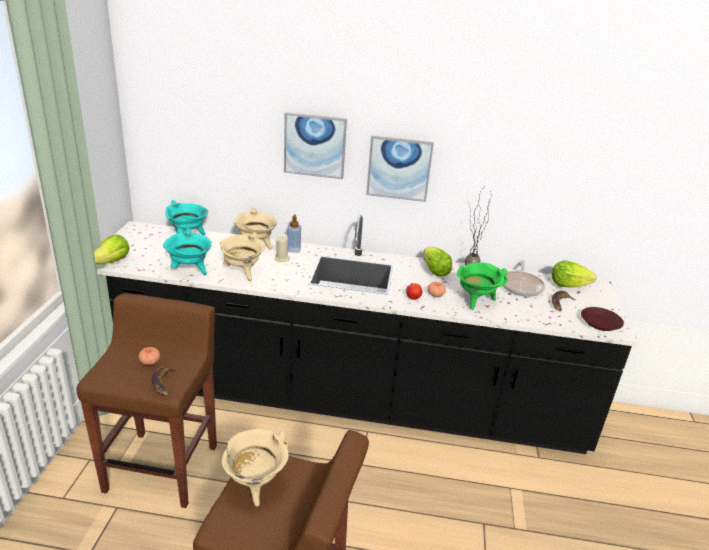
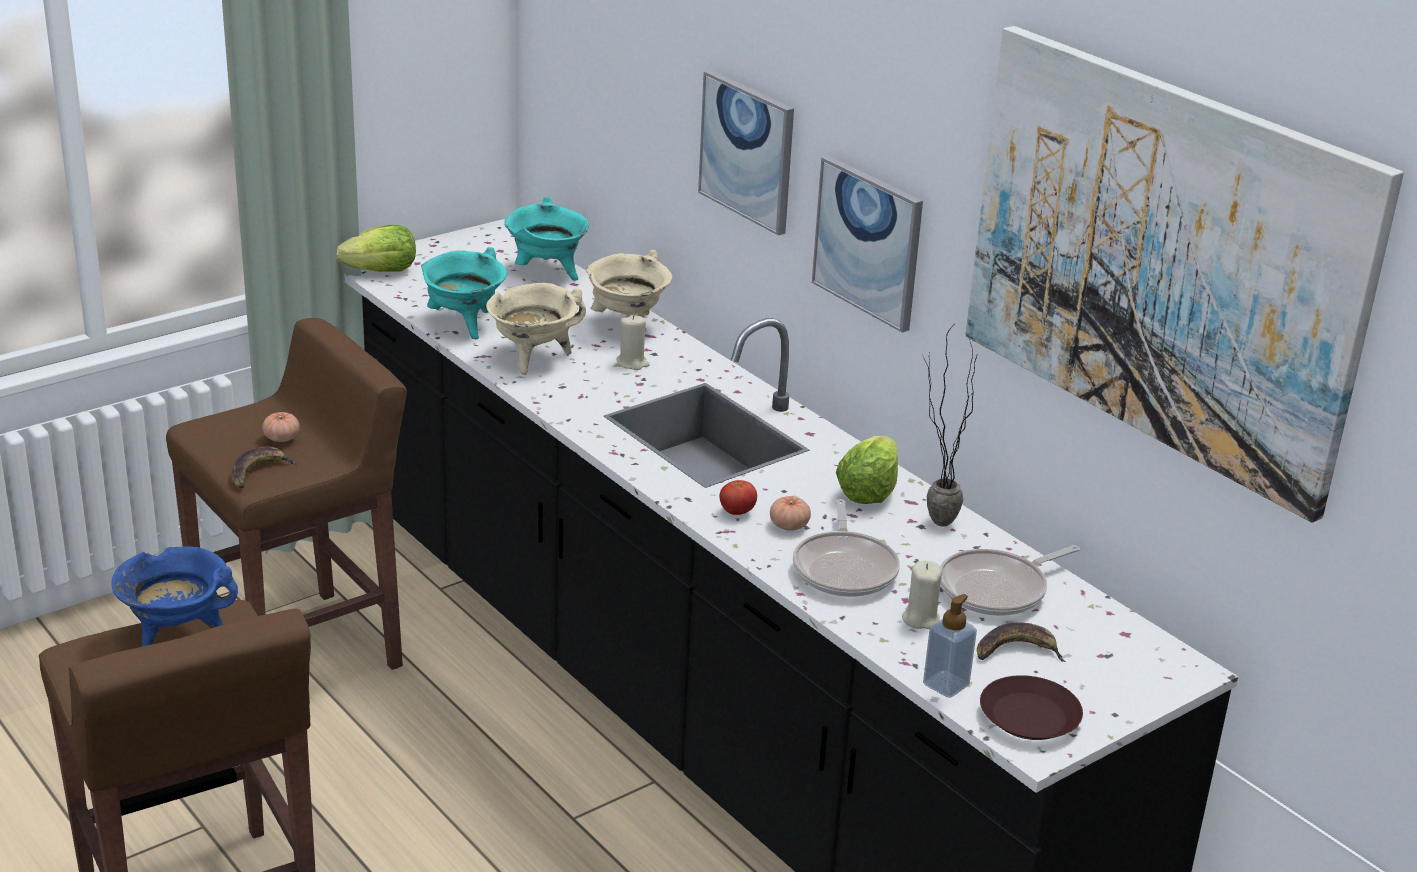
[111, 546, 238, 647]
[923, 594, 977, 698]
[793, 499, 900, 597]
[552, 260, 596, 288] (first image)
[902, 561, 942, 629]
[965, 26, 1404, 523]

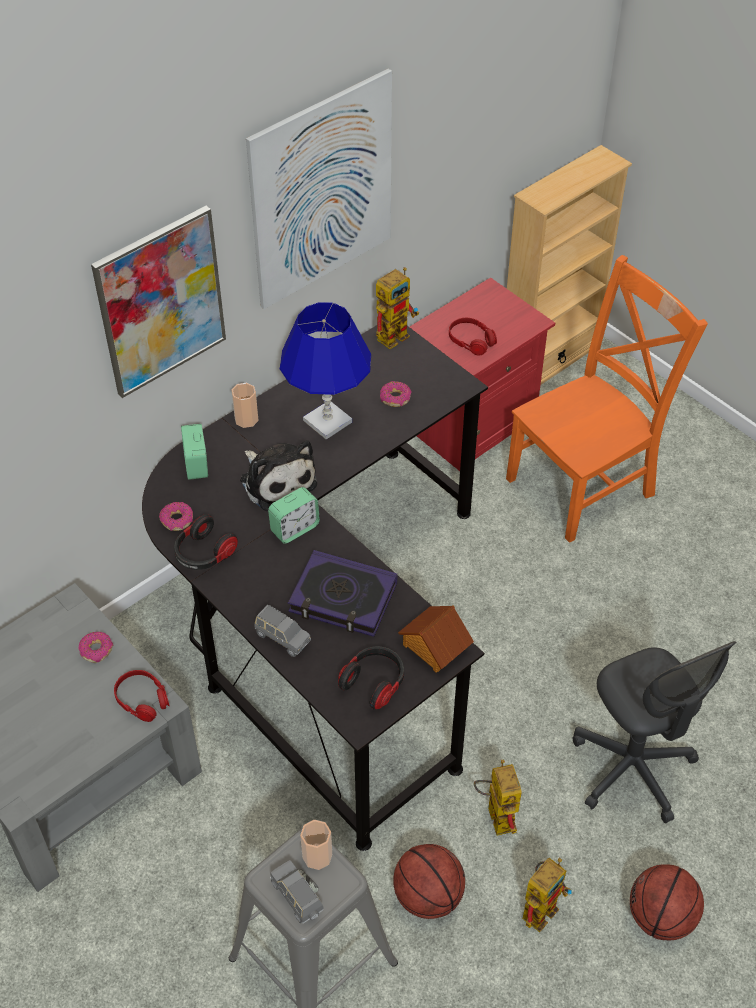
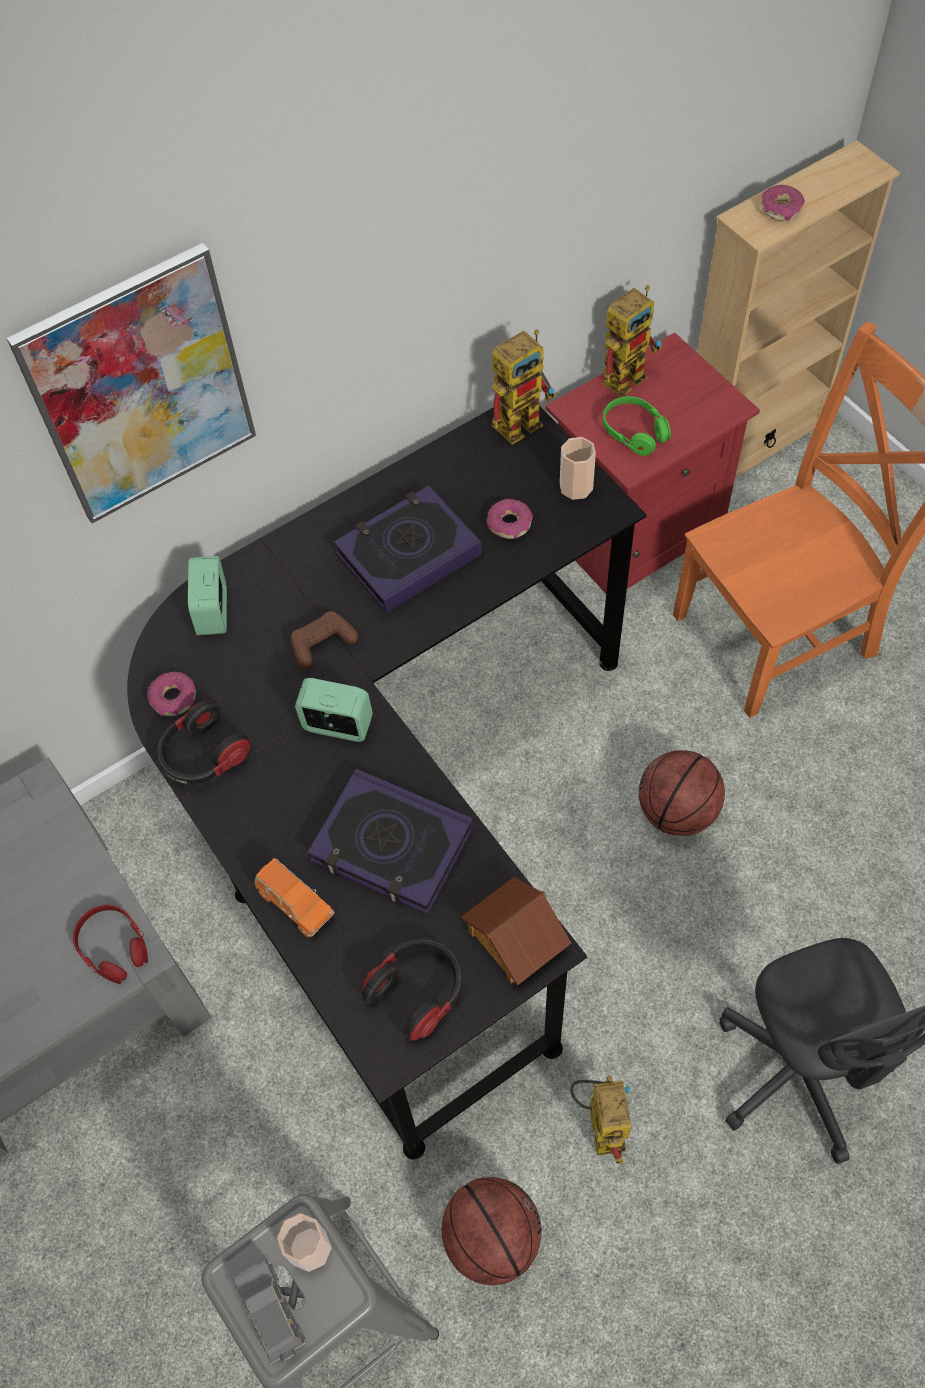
[761, 185, 805, 222]
[560, 437, 596, 500]
[291, 611, 358, 670]
[246, 69, 392, 309] (first image)
[254, 858, 335, 938]
[295, 678, 373, 742]
[333, 486, 482, 613]
[603, 396, 671, 456]
[603, 286, 662, 397]
[639, 750, 725, 836]

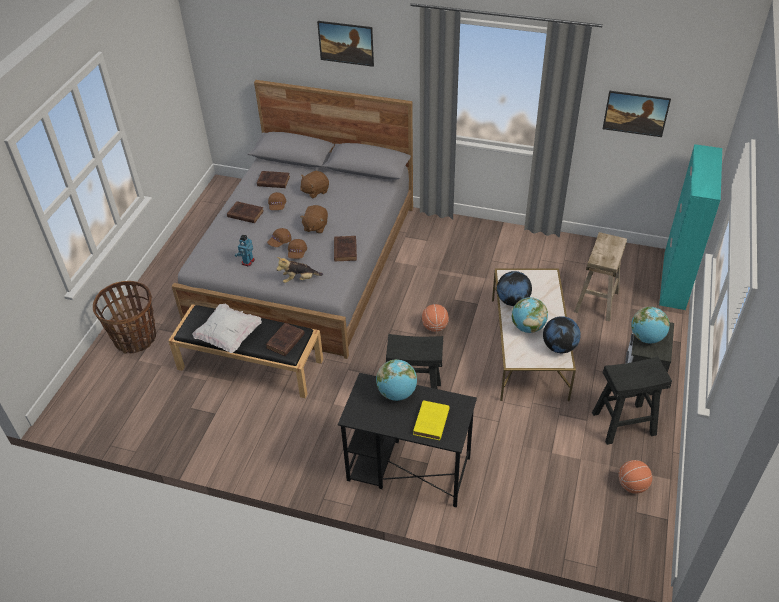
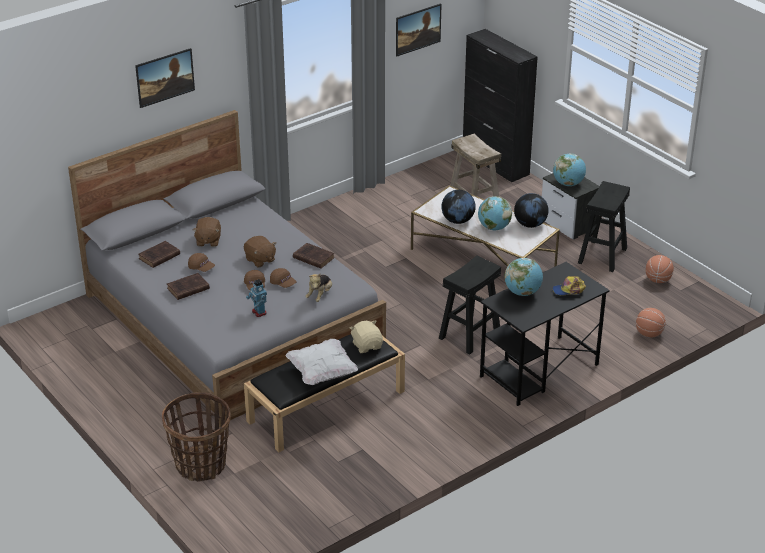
[350, 320, 383, 353]
[552, 276, 586, 295]
[636, 308, 666, 337]
[463, 29, 538, 182]

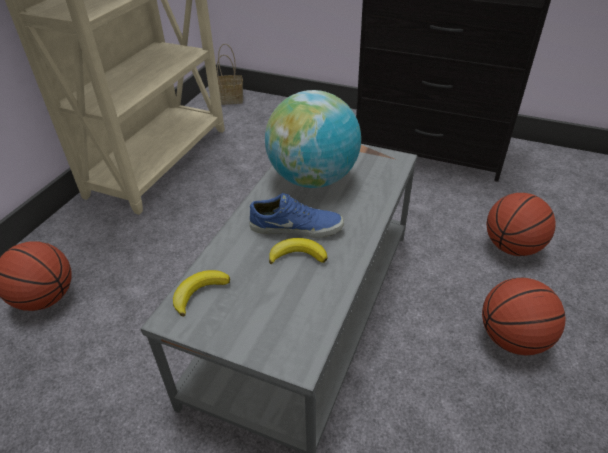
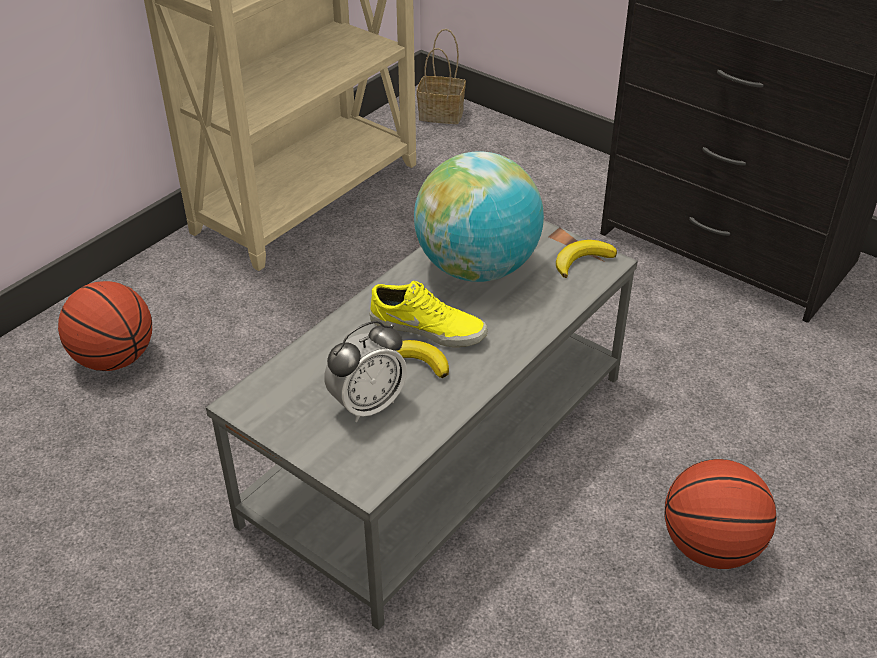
[556, 240, 617, 278]
[370, 281, 487, 347]
[486, 193, 556, 256] (first image)
[324, 321, 407, 422]

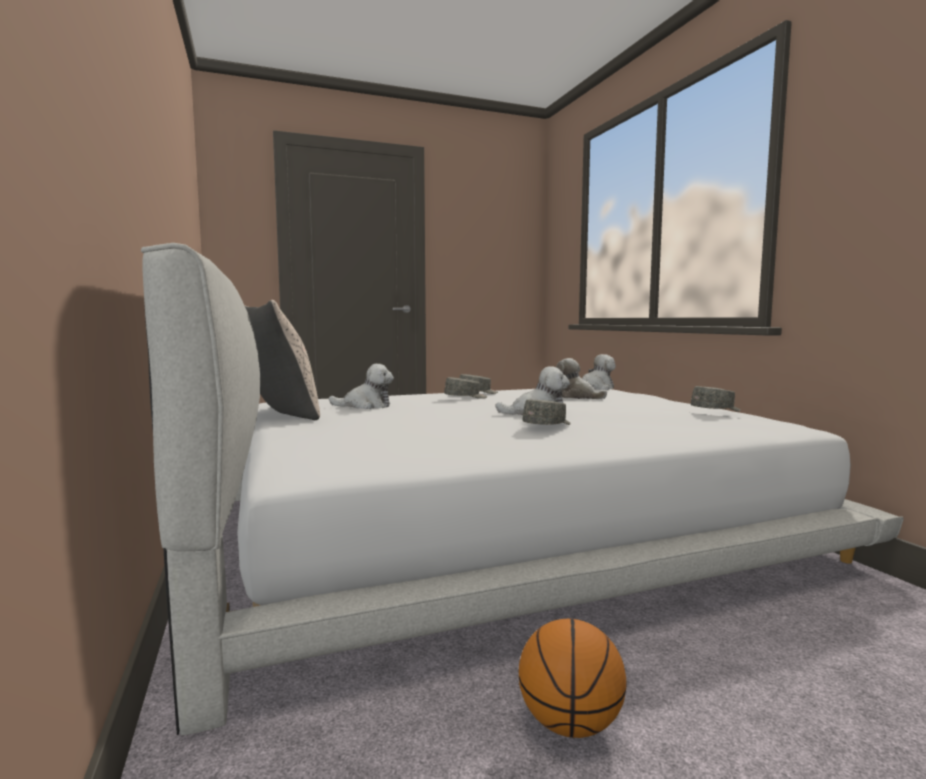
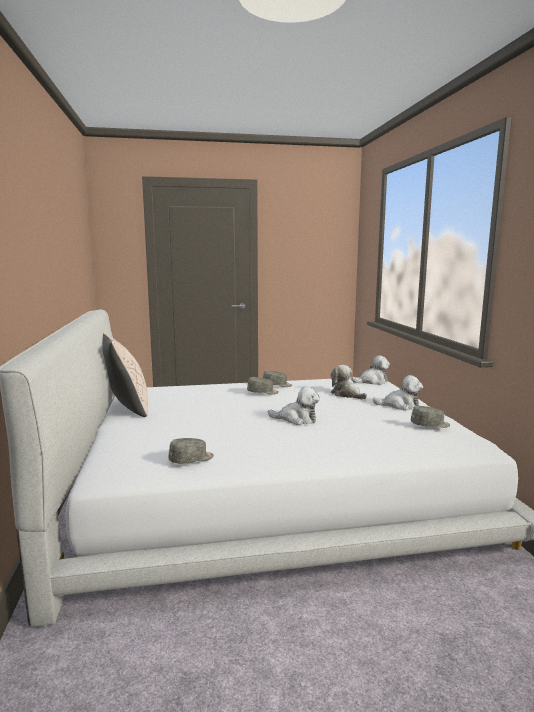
[373, 375, 423, 411]
[519, 619, 627, 738] (first image)
[169, 438, 214, 464]

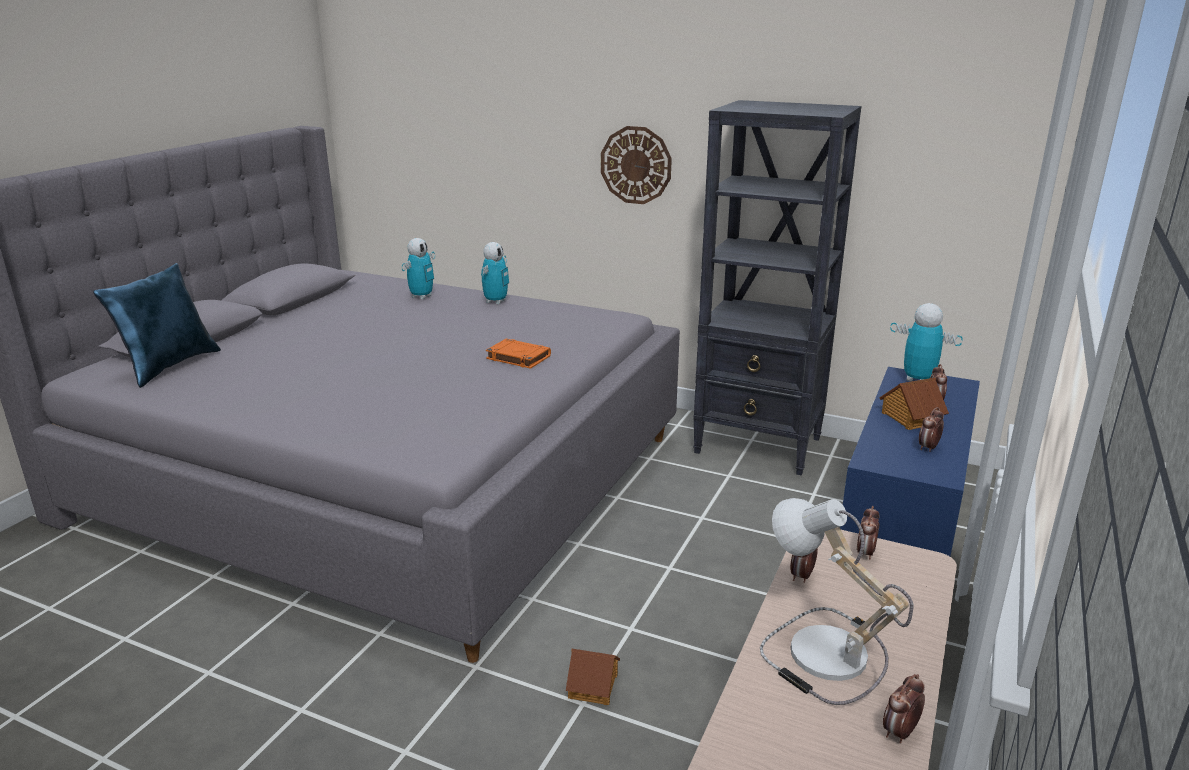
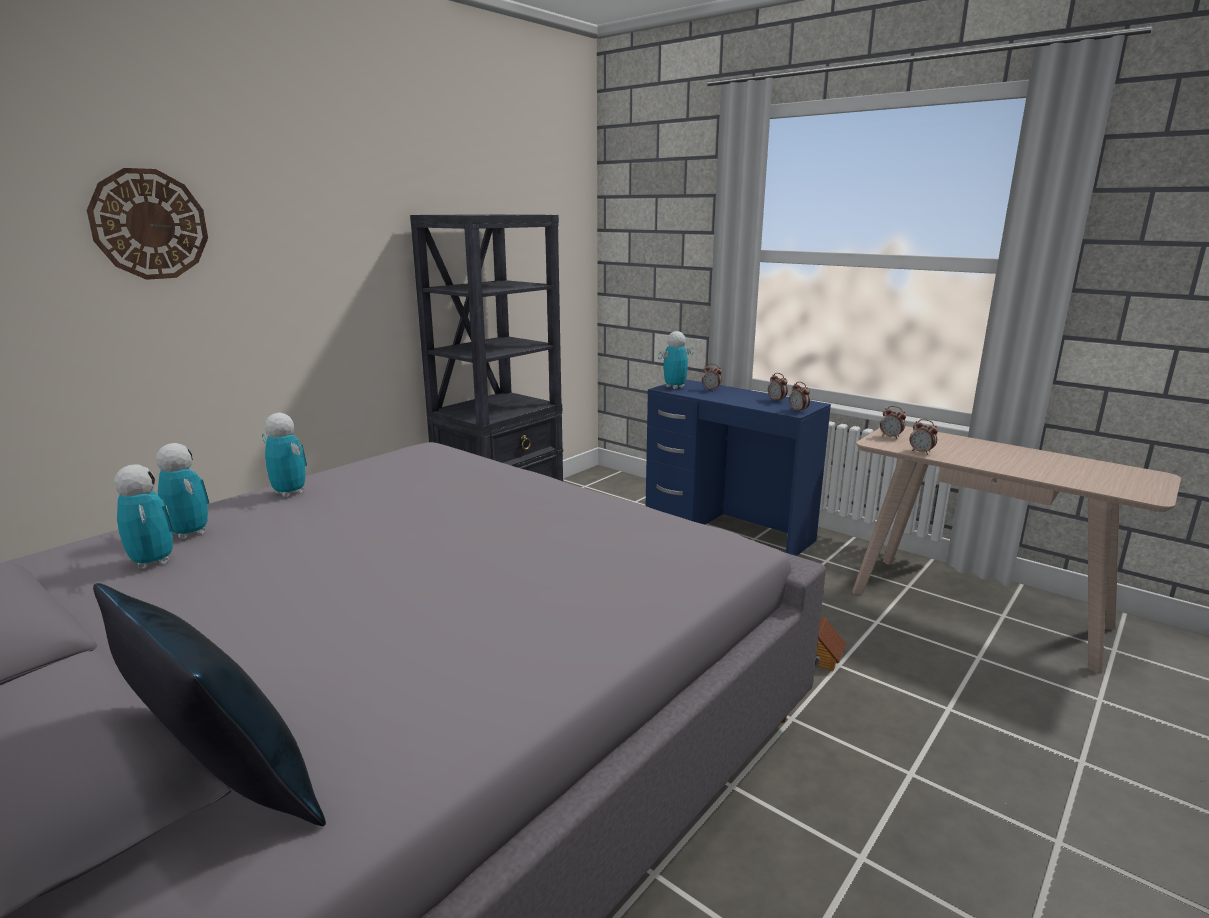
[486, 339, 551, 369] (first image)
[87, 168, 208, 280]
[760, 498, 913, 705] (first image)
[880, 378, 949, 430] (first image)
[789, 382, 810, 413]
[114, 464, 173, 569]

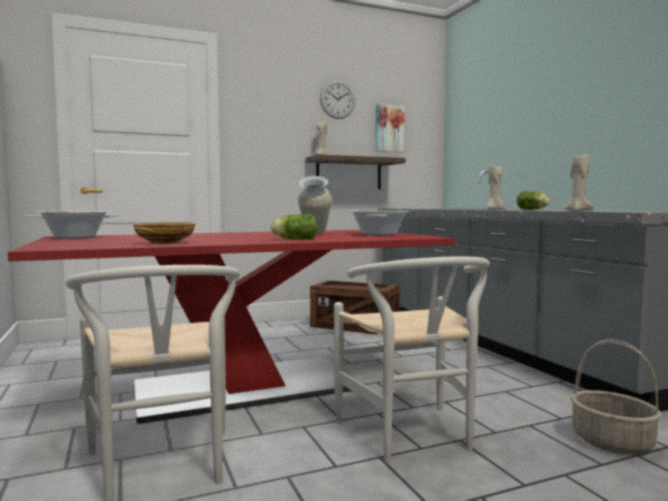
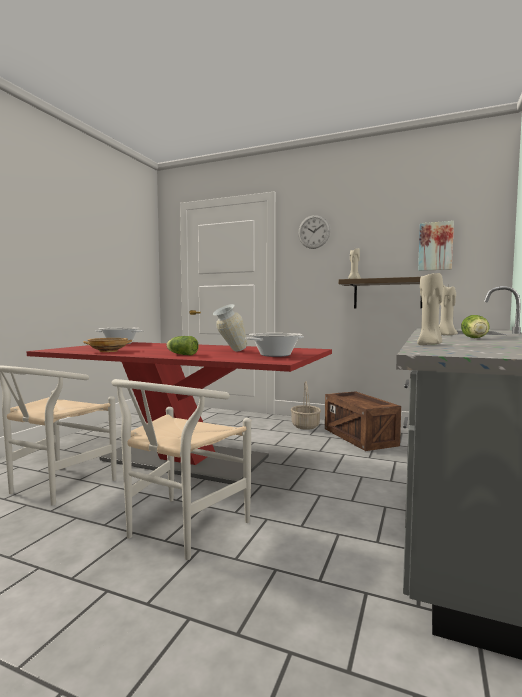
[298, 215, 330, 249]
[291, 381, 321, 430]

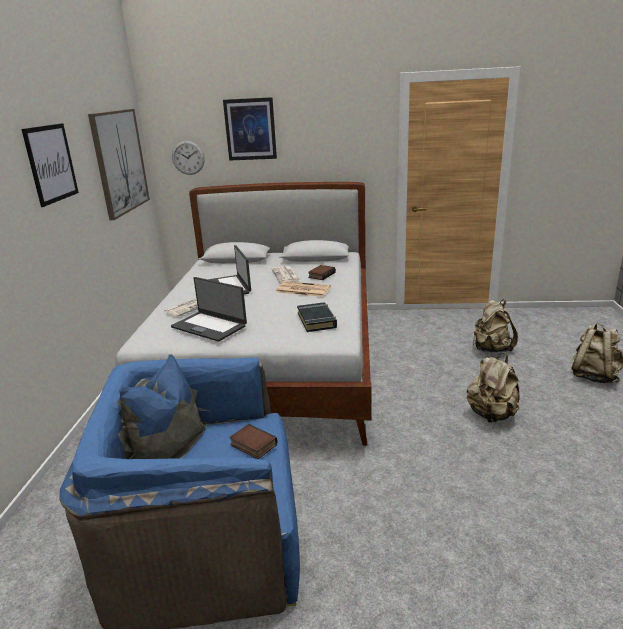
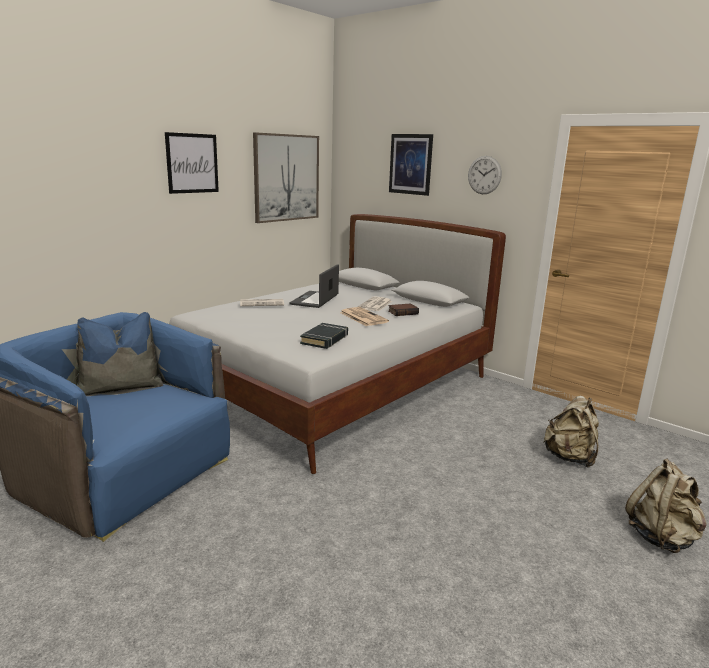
[171, 277, 247, 342] (first image)
[468, 156, 502, 194]
[229, 424, 278, 459] (first image)
[467, 353, 519, 423] (first image)

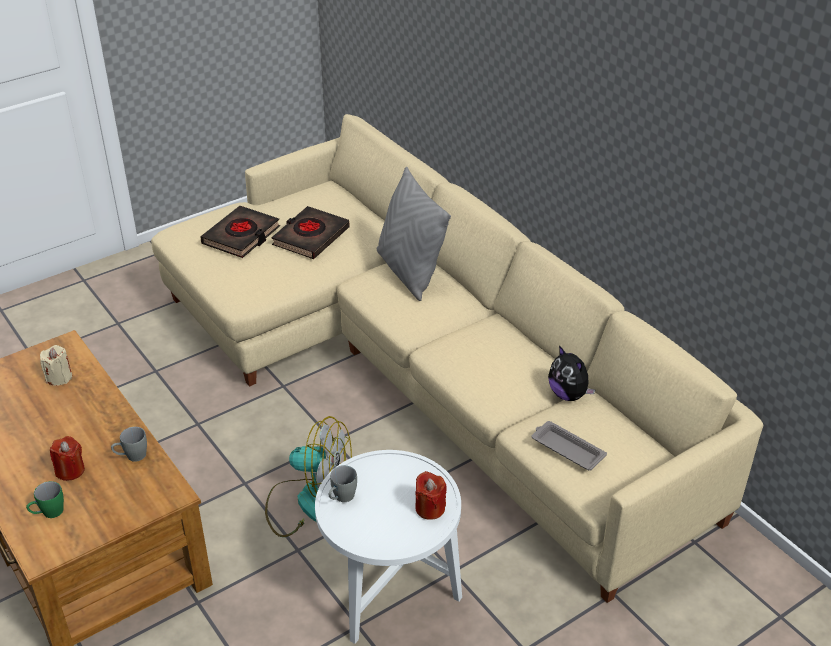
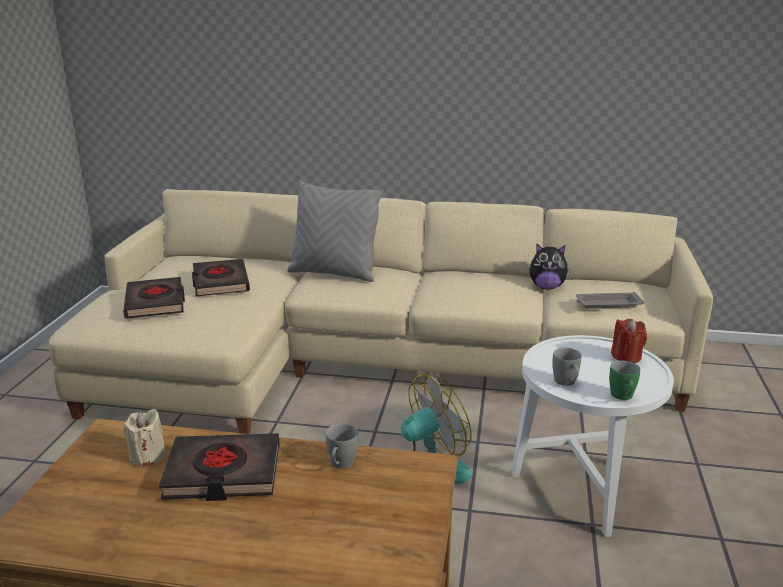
[609, 360, 640, 400]
[50, 436, 85, 481] (first image)
[159, 433, 280, 501]

